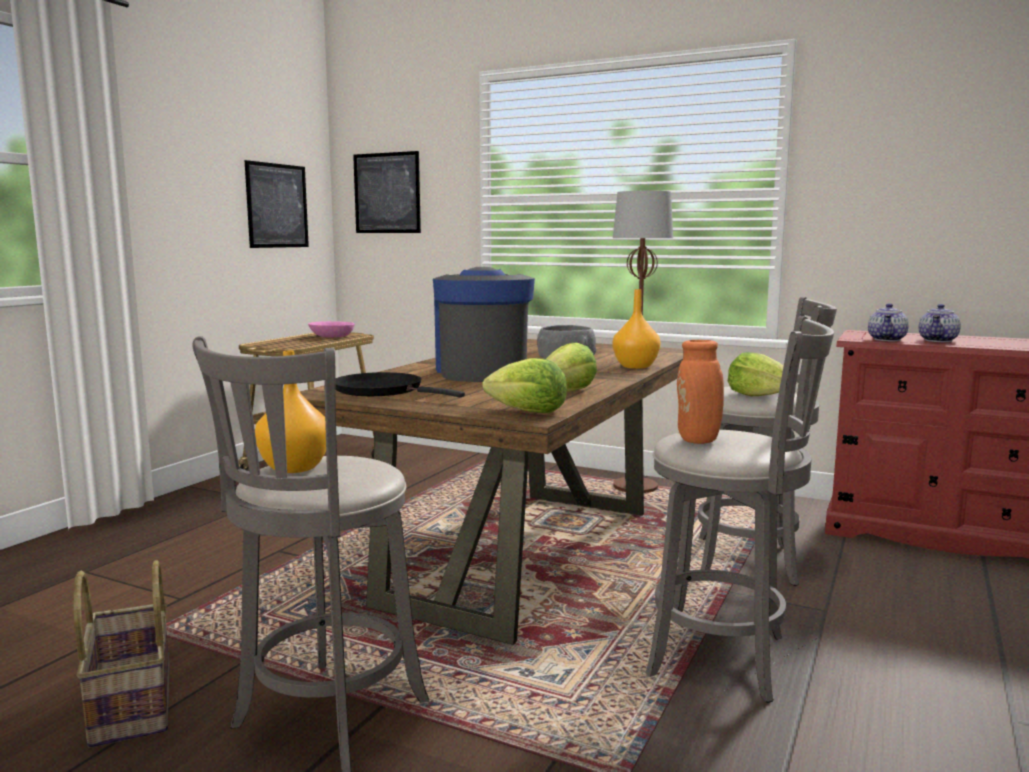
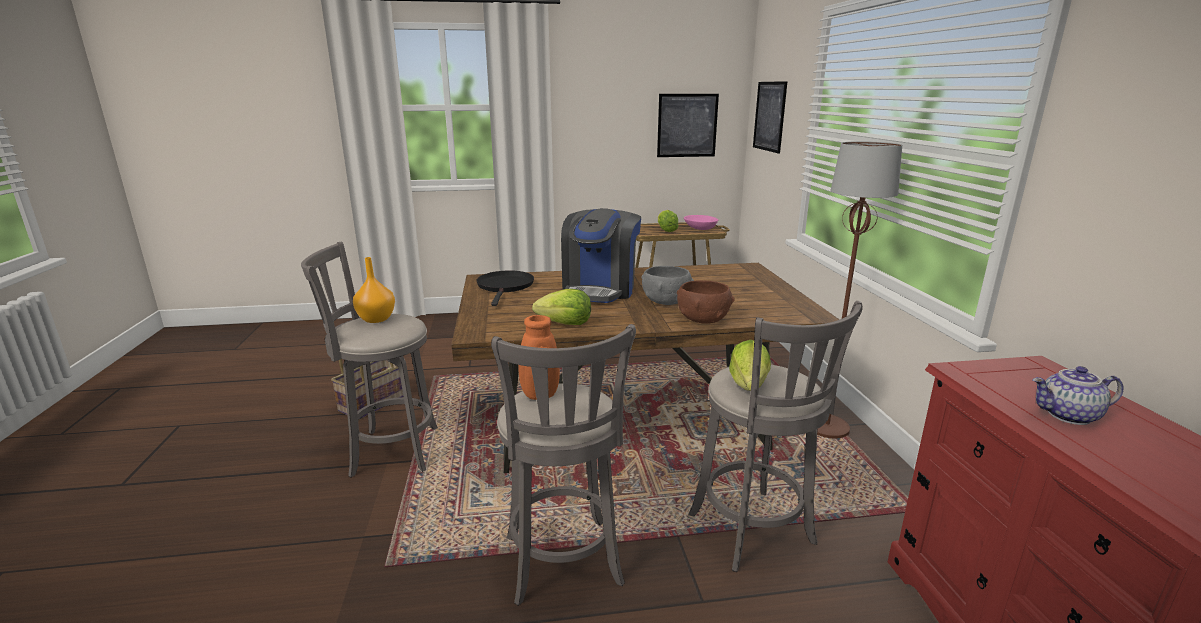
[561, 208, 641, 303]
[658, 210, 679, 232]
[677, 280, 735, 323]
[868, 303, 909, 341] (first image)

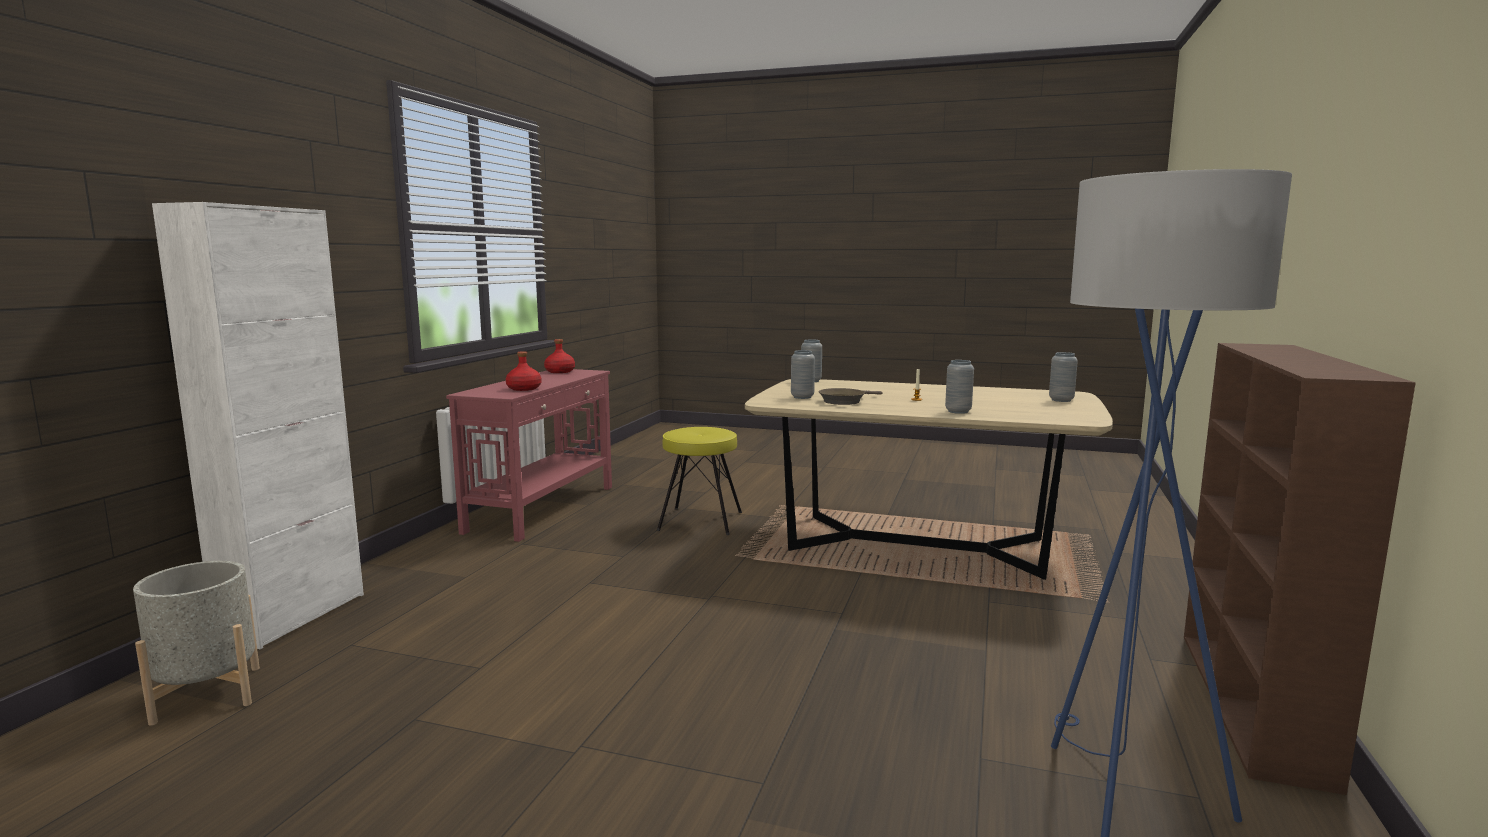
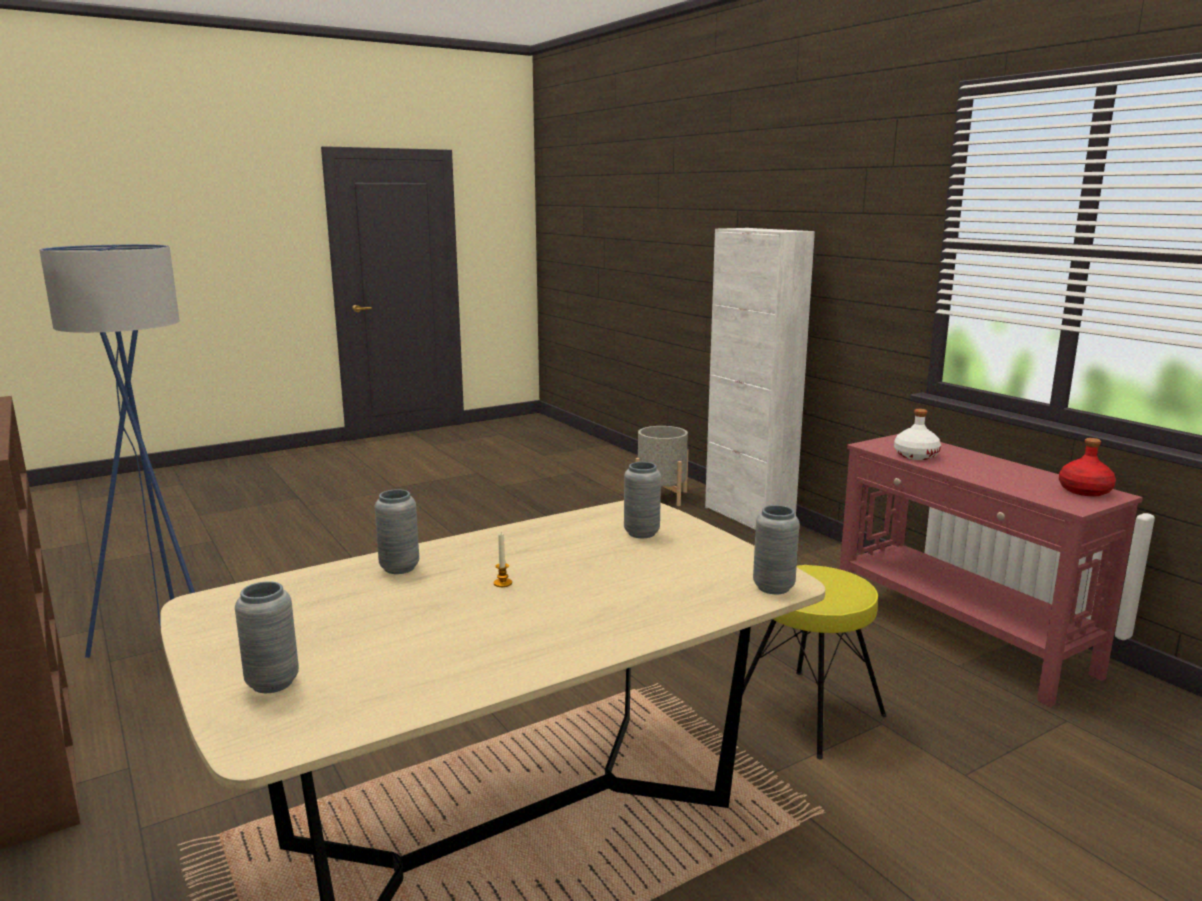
[894, 409, 941, 460]
[818, 388, 883, 405] (first image)

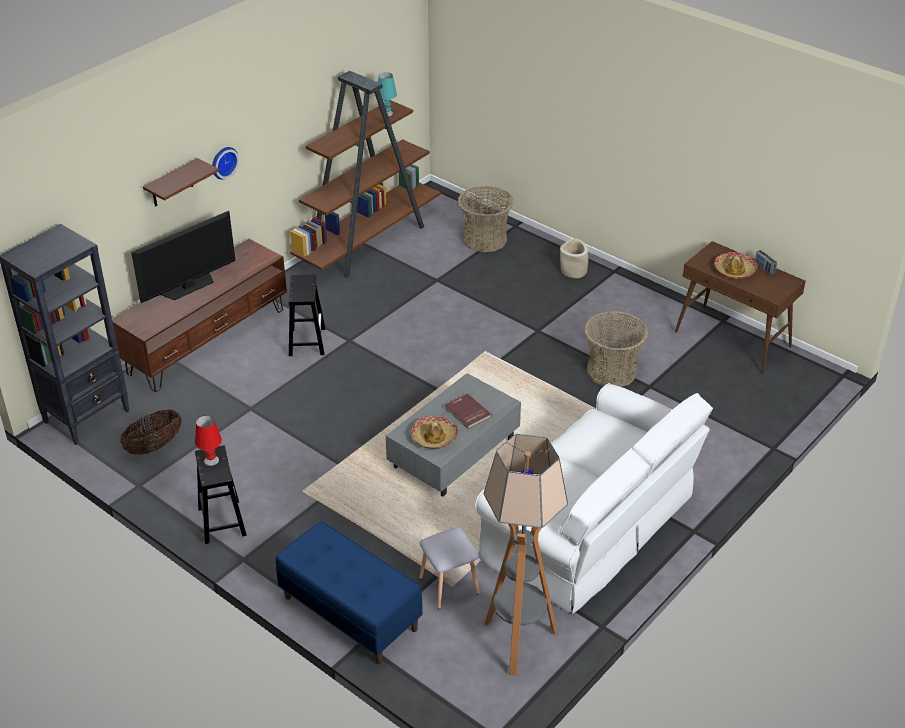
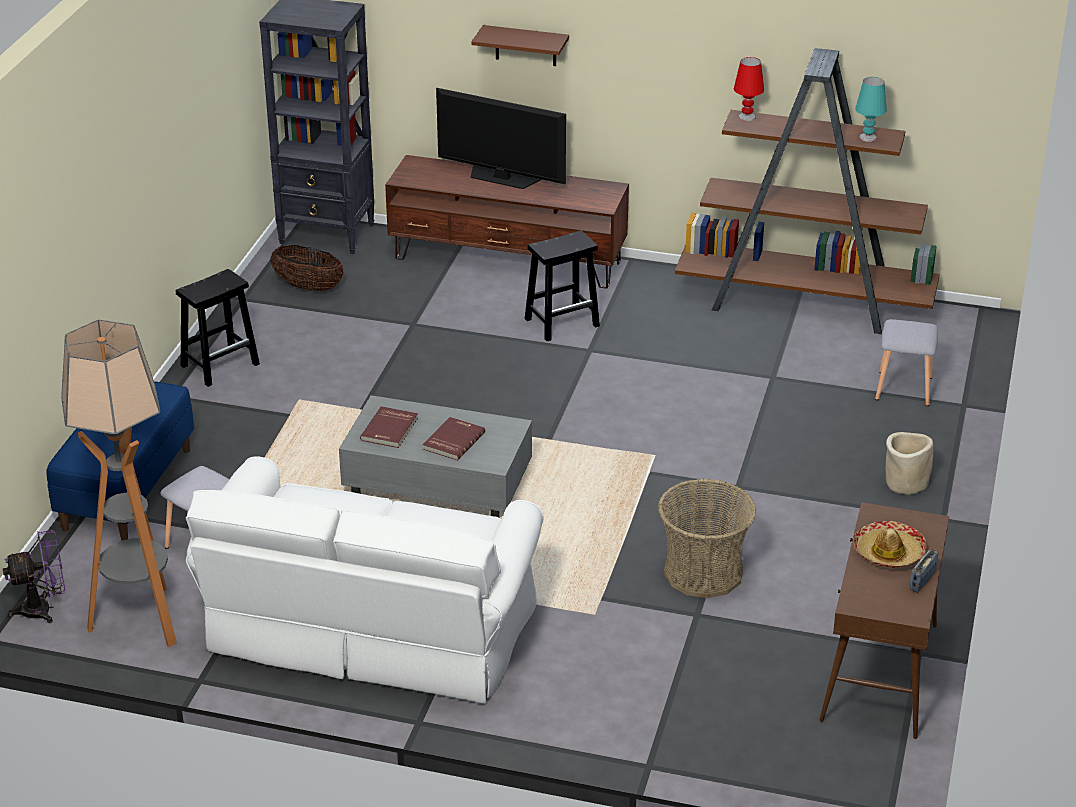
[734, 57, 764, 121]
[212, 147, 239, 179] (first image)
[360, 406, 418, 448]
[875, 319, 938, 406]
[3, 530, 65, 623]

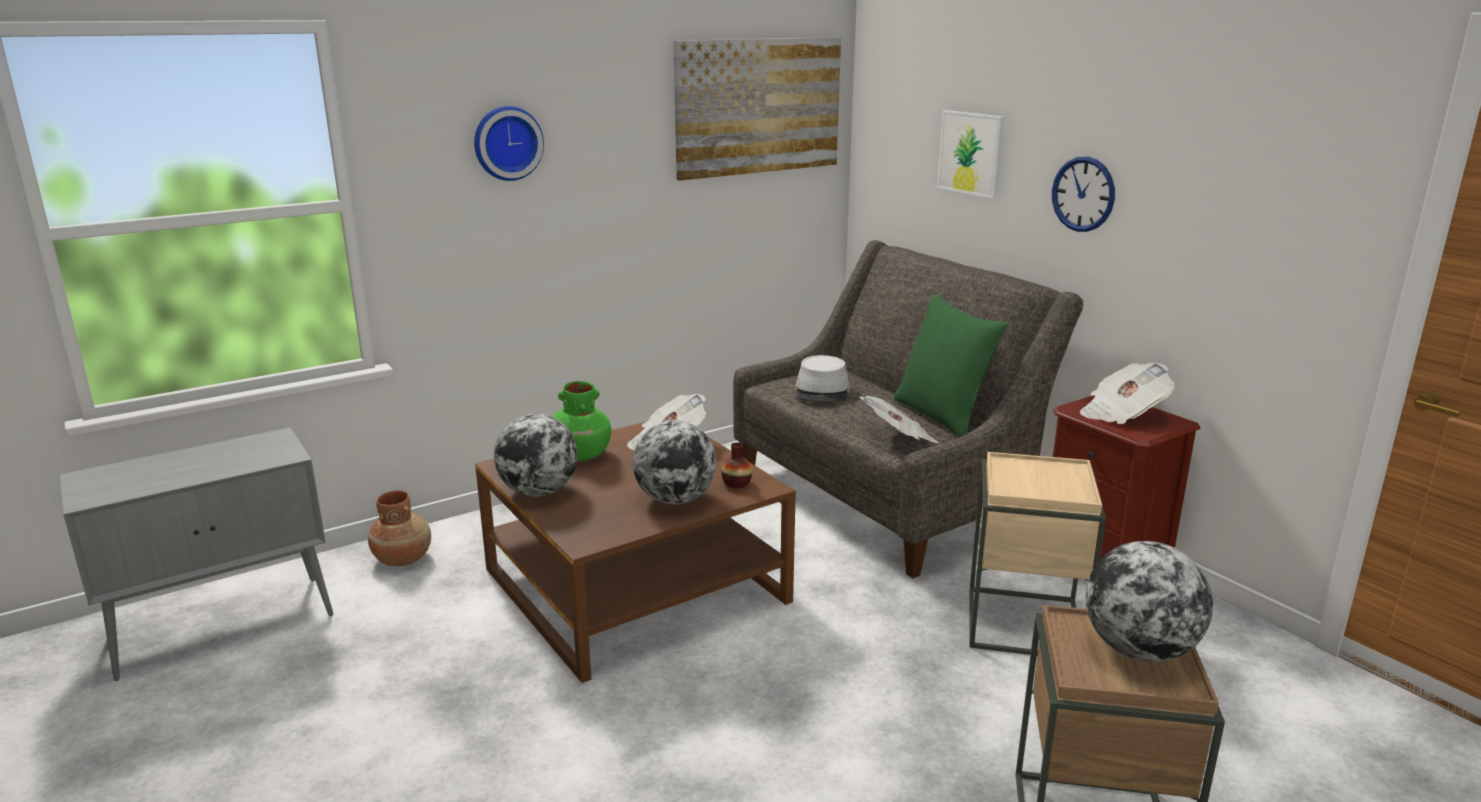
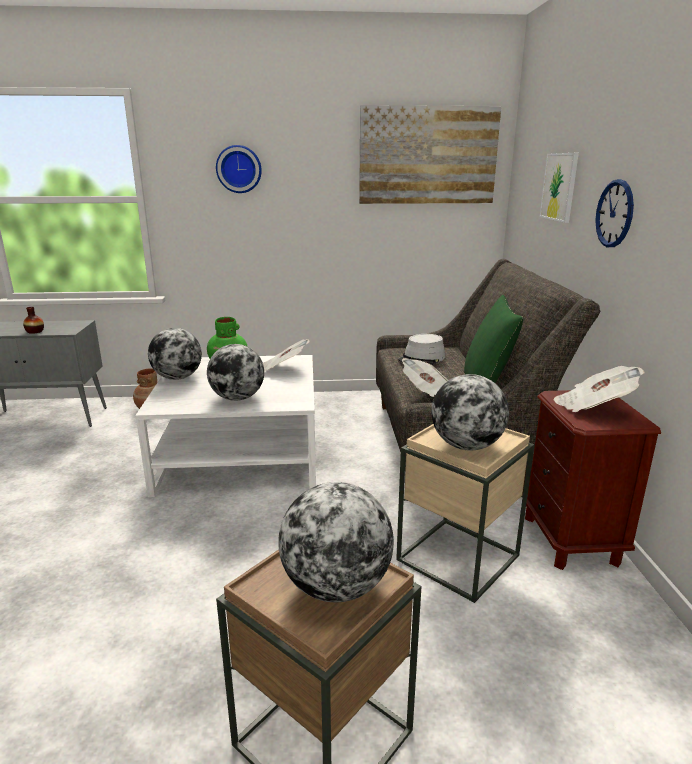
[135, 355, 316, 497]
[23, 307, 44, 334]
[432, 374, 509, 451]

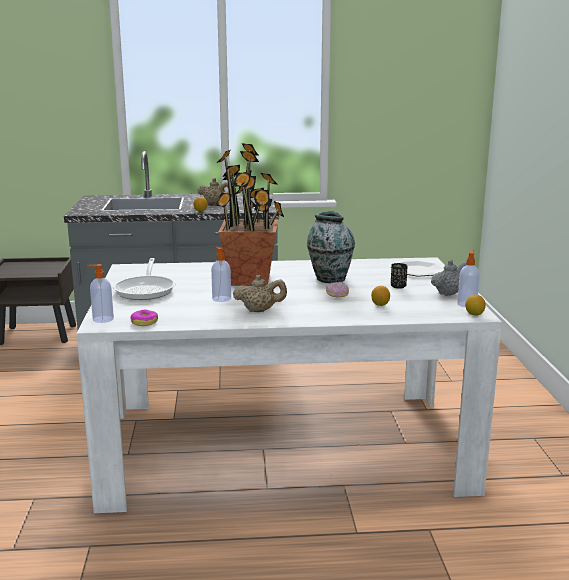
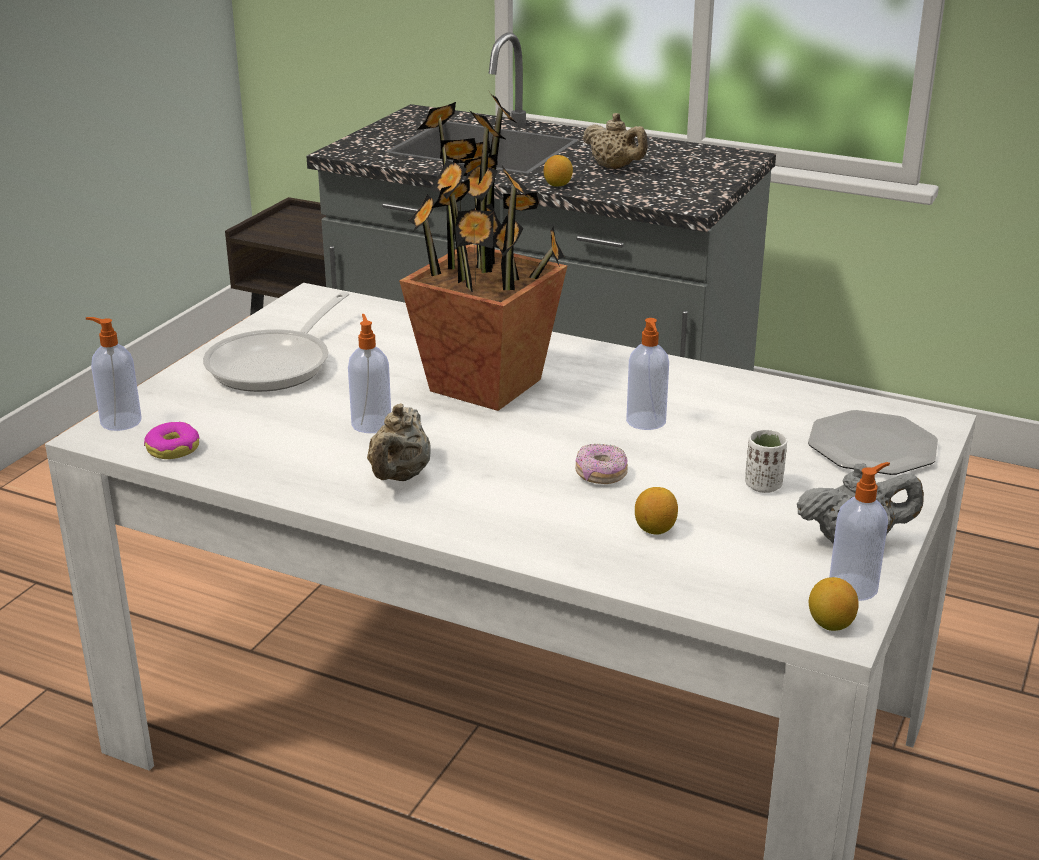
[367, 403, 431, 481]
[626, 318, 669, 430]
[745, 430, 787, 493]

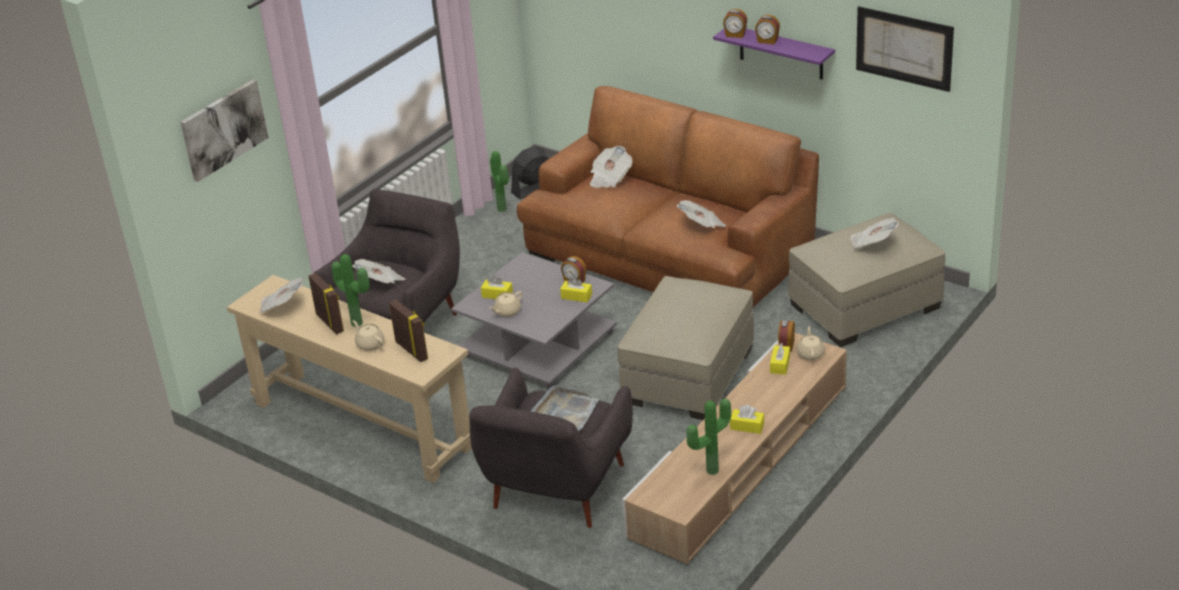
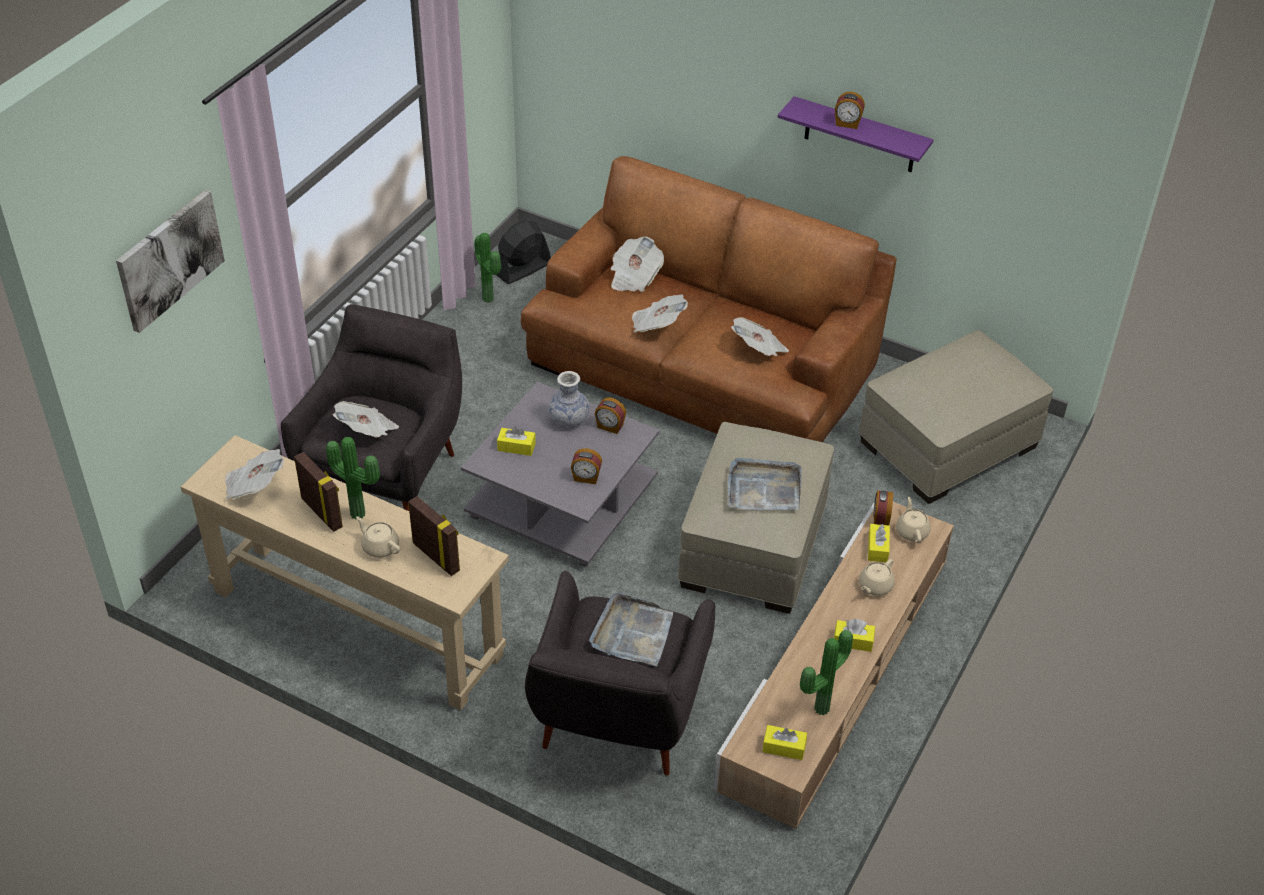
[859, 559, 895, 596]
[762, 725, 807, 760]
[571, 448, 602, 484]
[632, 294, 688, 333]
[856, 6, 954, 92] (first image)
[548, 371, 590, 427]
[727, 458, 802, 510]

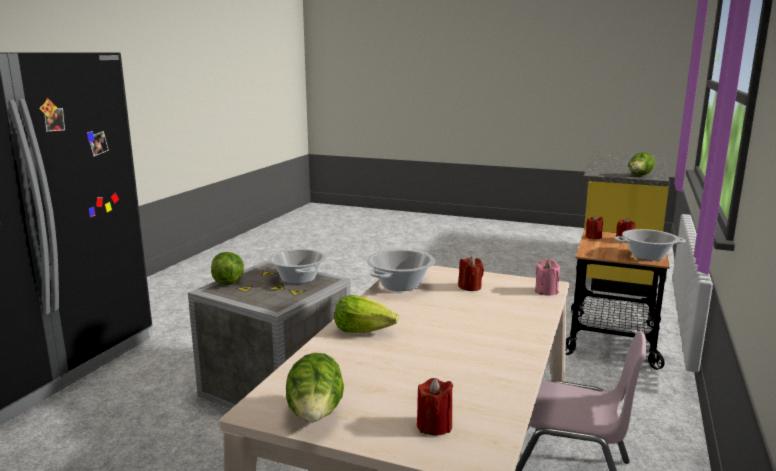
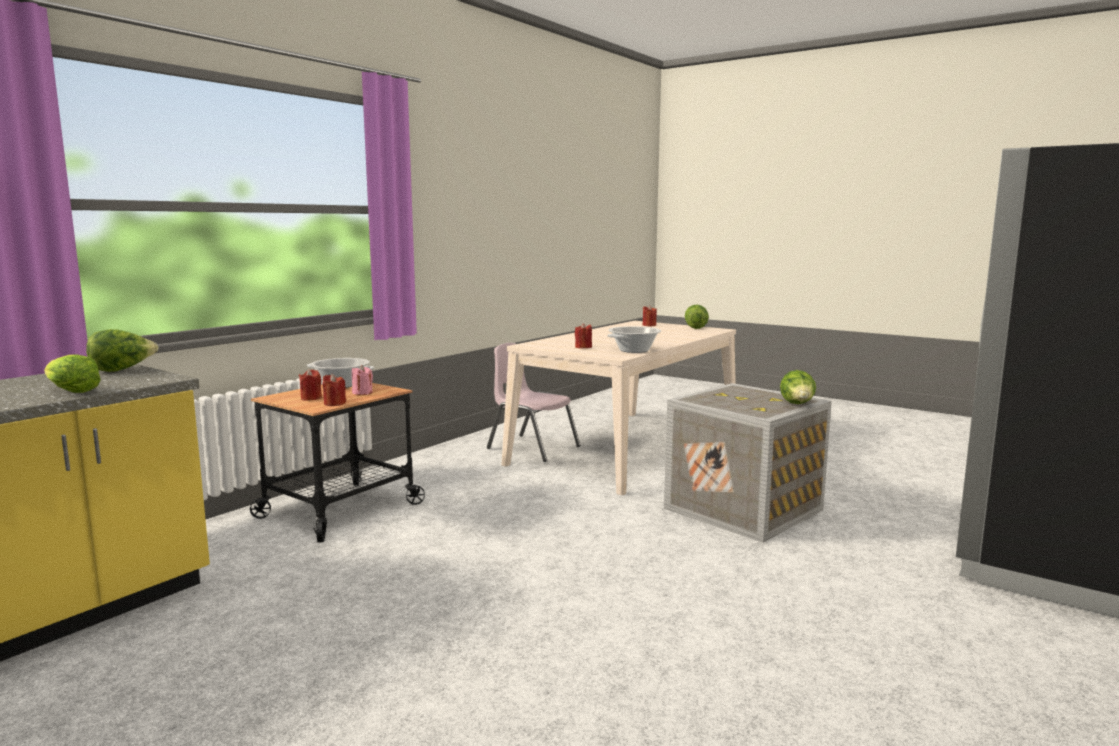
[268, 249, 327, 284] (first image)
[44, 354, 101, 393]
[352, 365, 373, 395]

